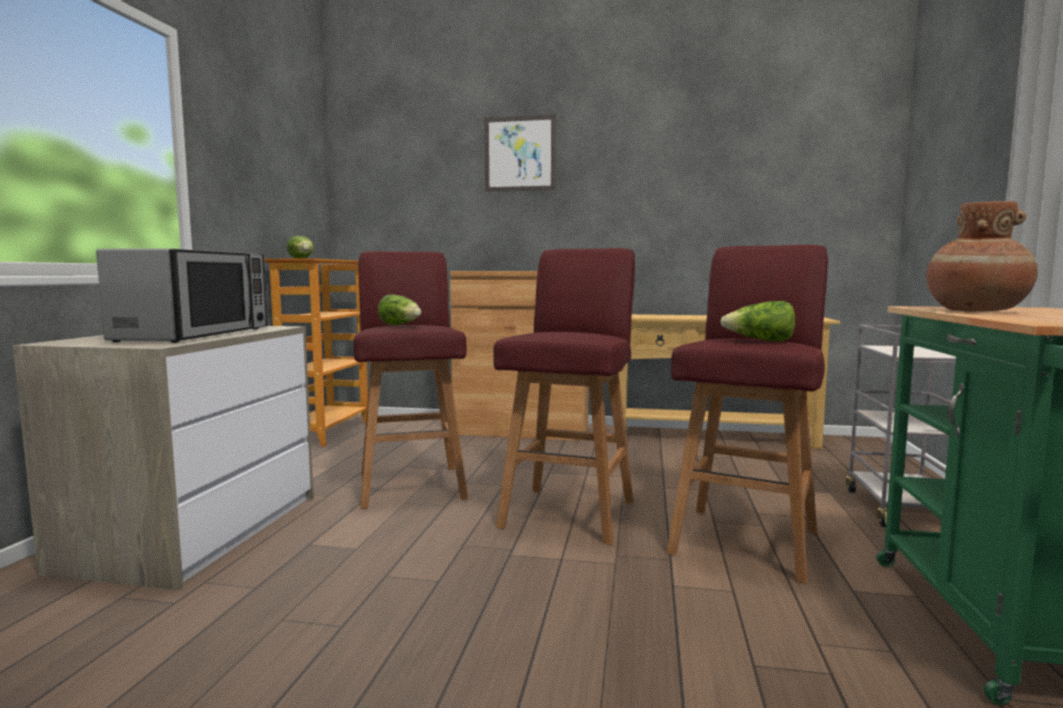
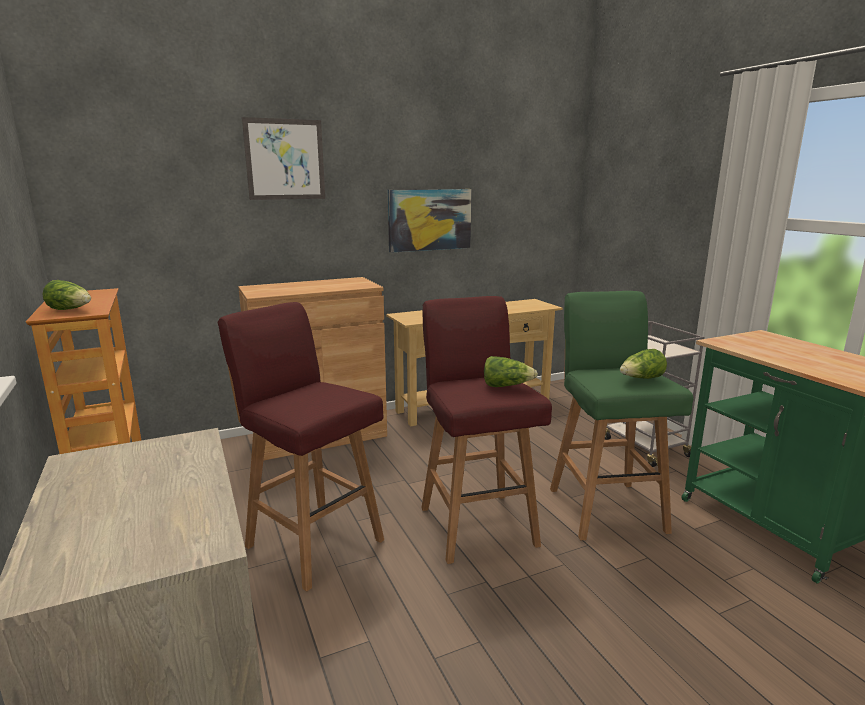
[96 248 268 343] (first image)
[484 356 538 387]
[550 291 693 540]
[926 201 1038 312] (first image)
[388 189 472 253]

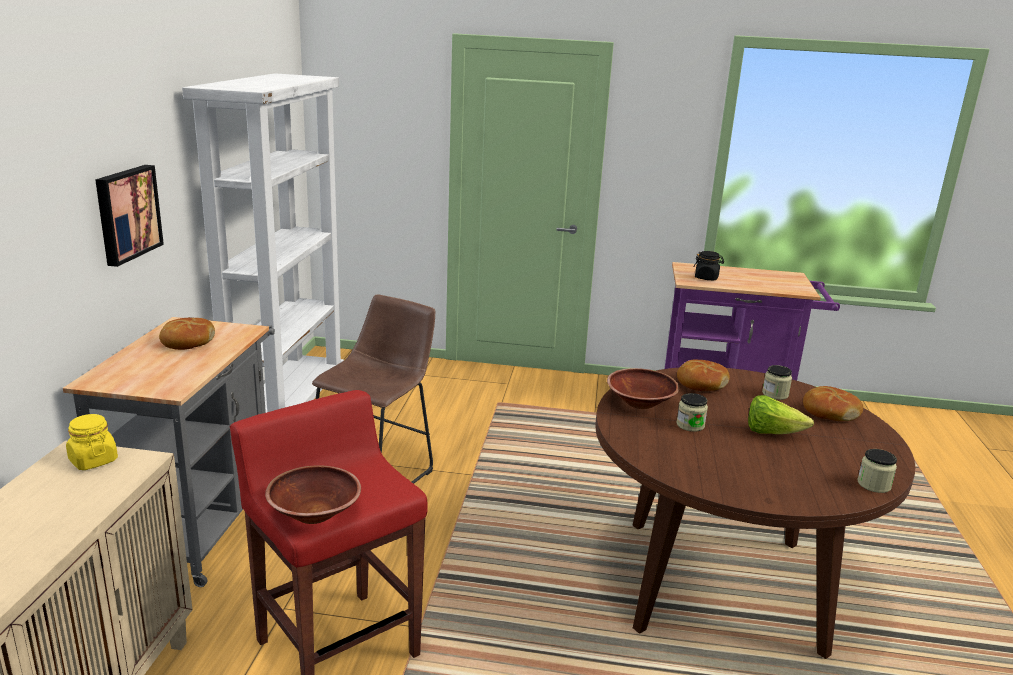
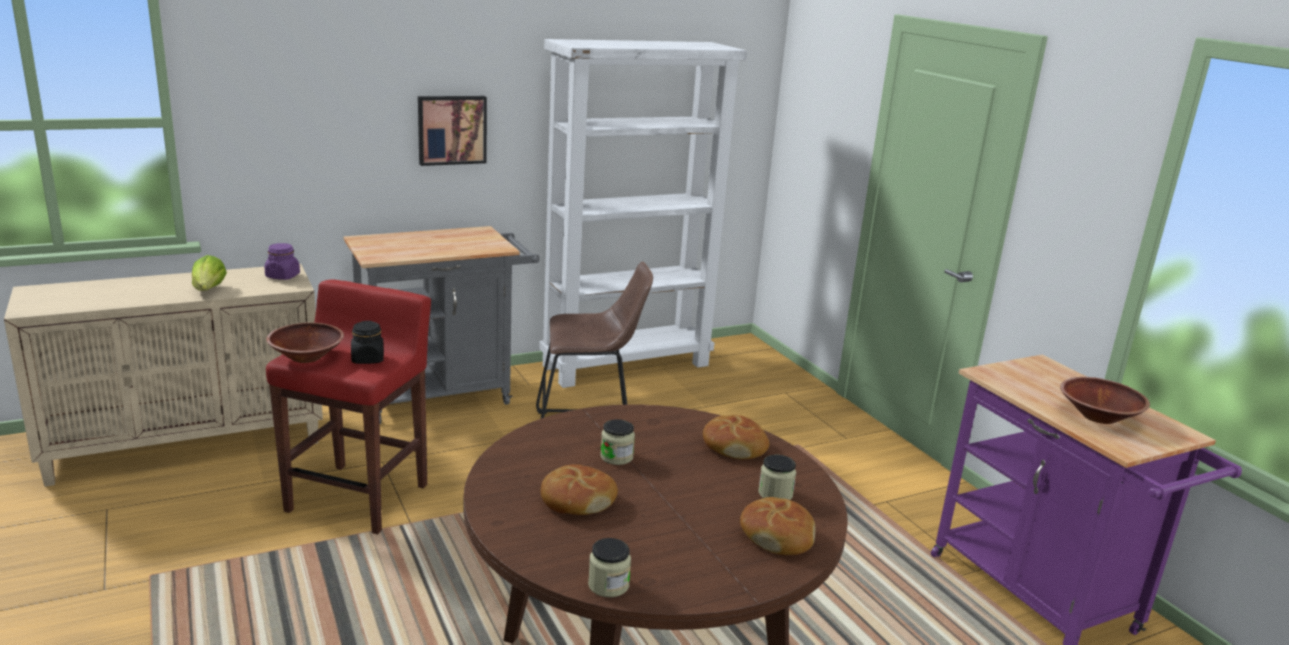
[264 243 300 280]
[541 464 618 515]
[1060 377 1150 424]
[351 321 384 364]
[192 255 227 291]

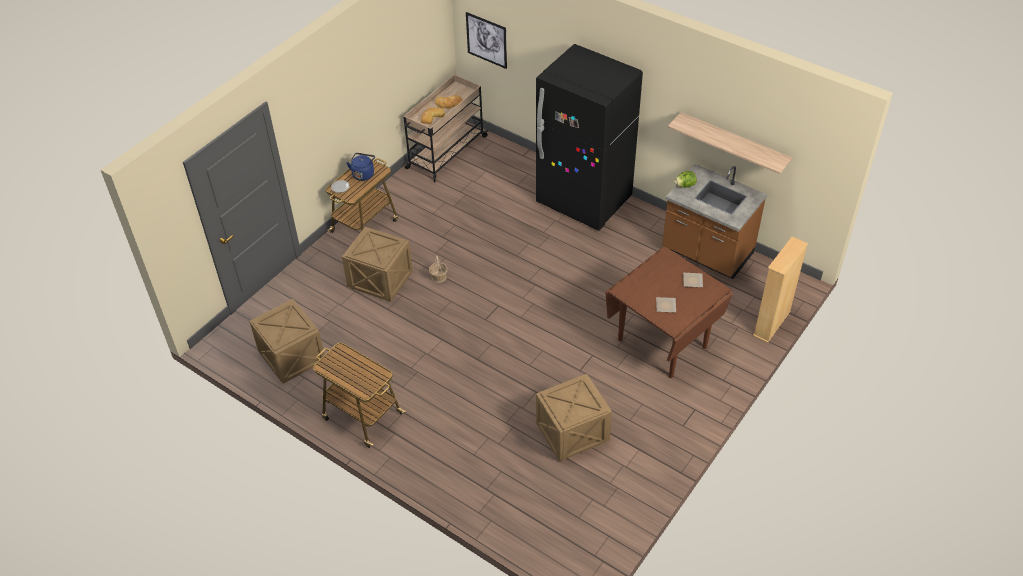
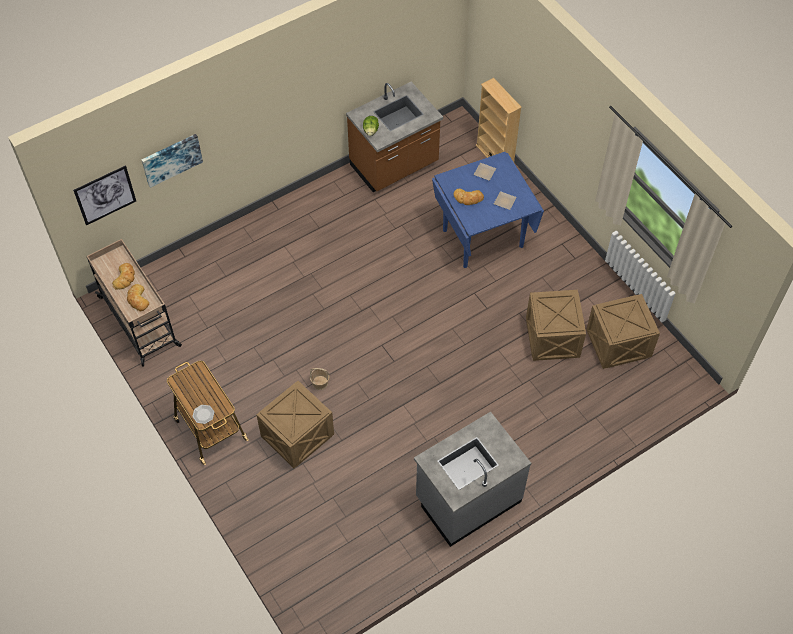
[586 294 660 369]
[414 412 531 547]
[346 153 375 181] (first image)
[536 44 643 231] (first image)
[432 152 544 268]
[668 112 792 174] (first image)
[141 134 203 188]
[454 189 484 205]

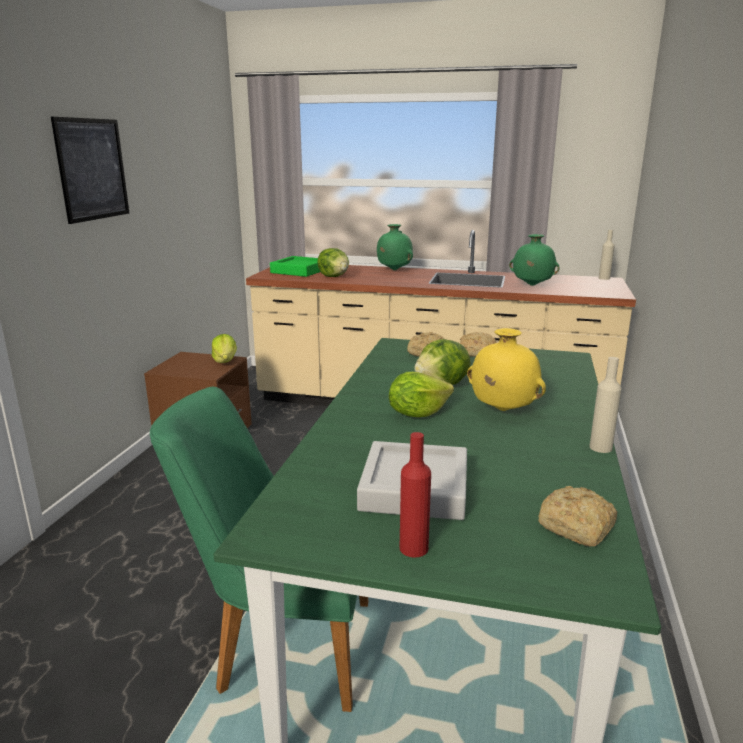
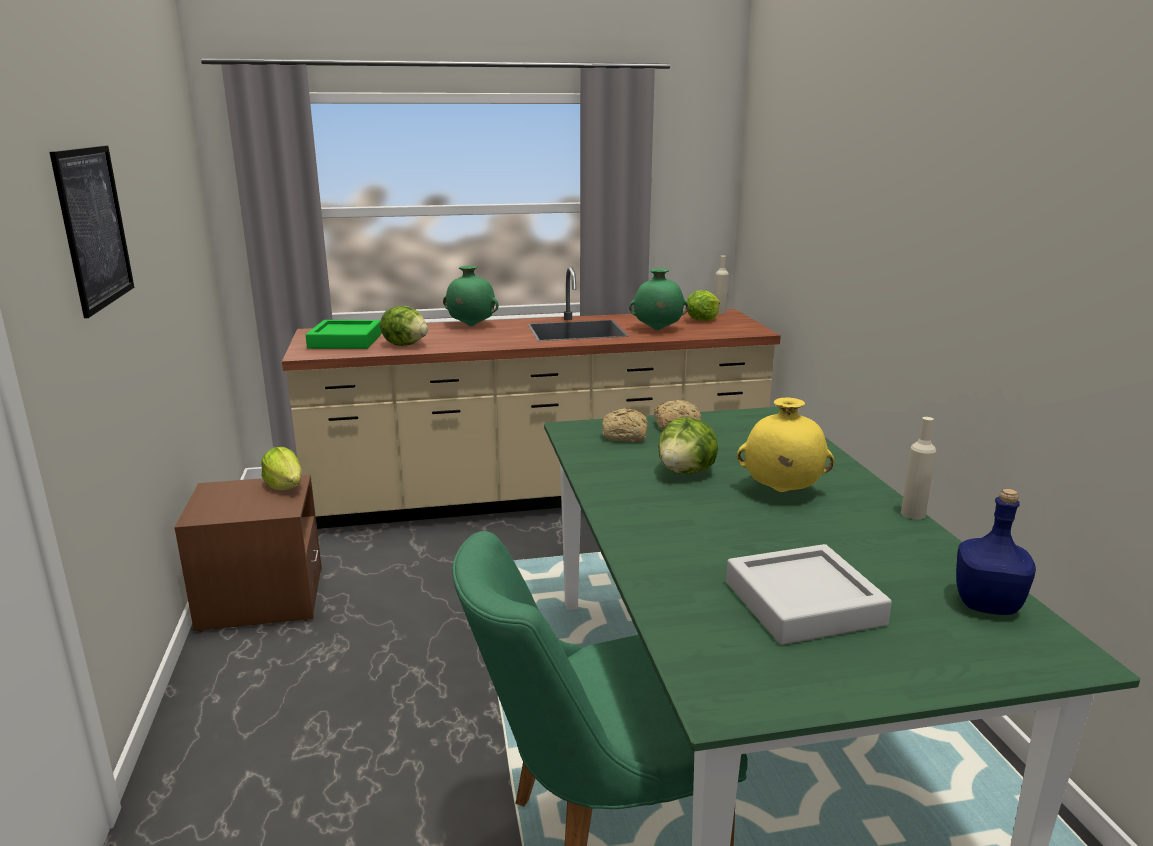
[687 290 720 321]
[400 432 431 557] (first image)
[956 489 1036 615]

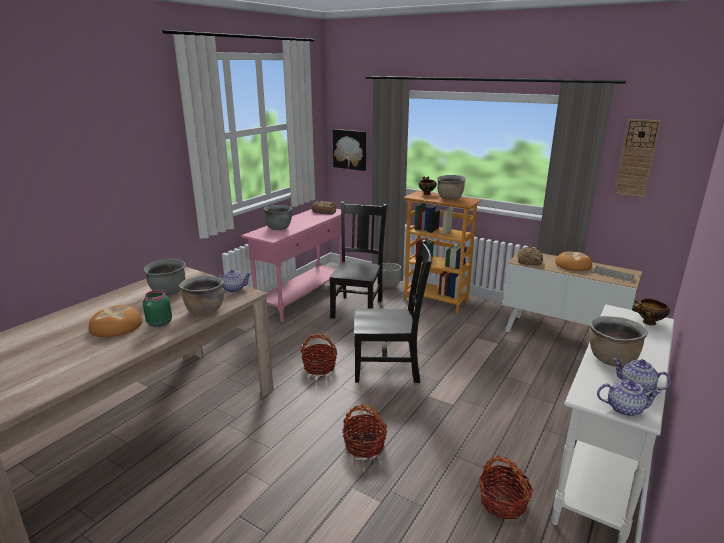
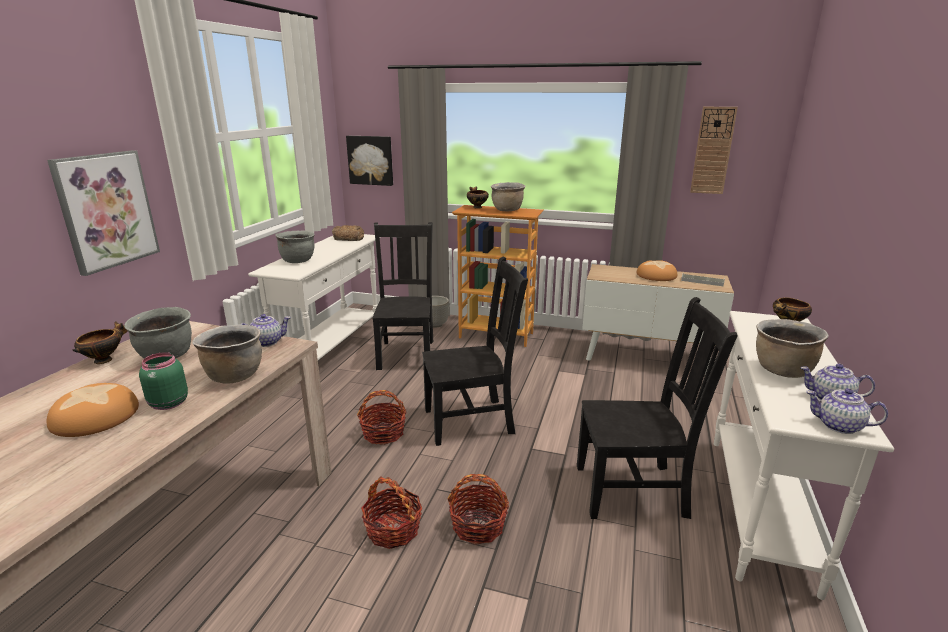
[248 234 381 360]
[361 476 423 549]
[517 246 543 266] (first image)
[806 388 888 434]
[47 150 160 276]
[73 321 127 364]
[577 297 738 519]

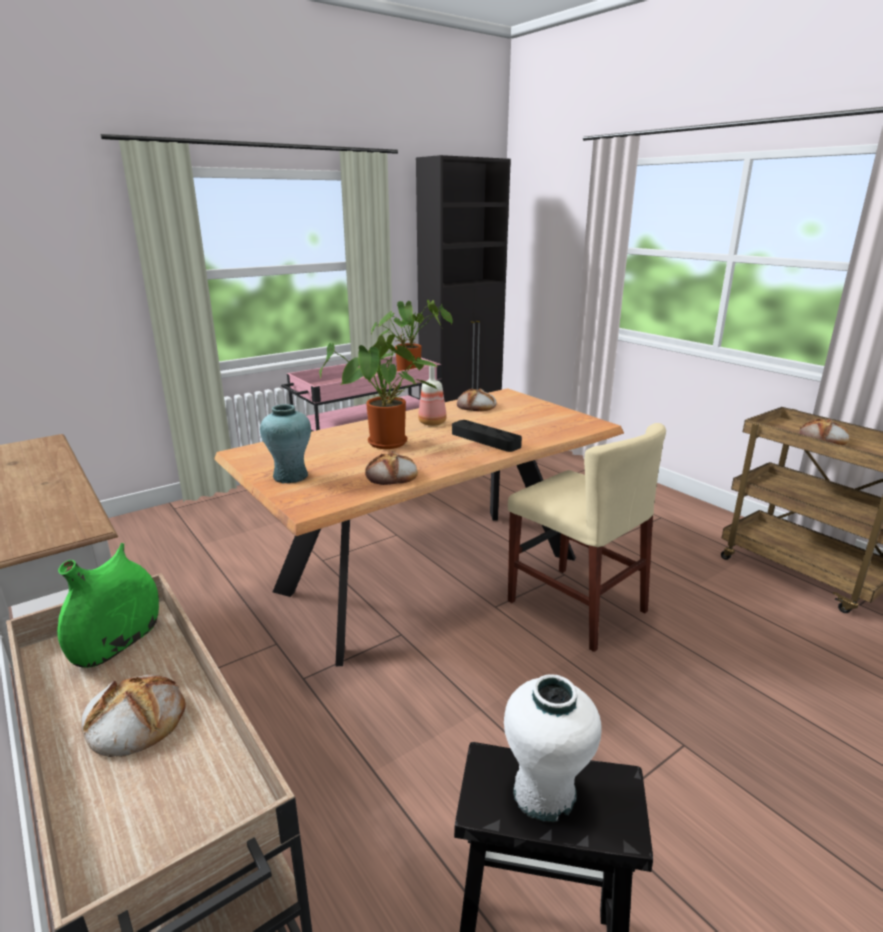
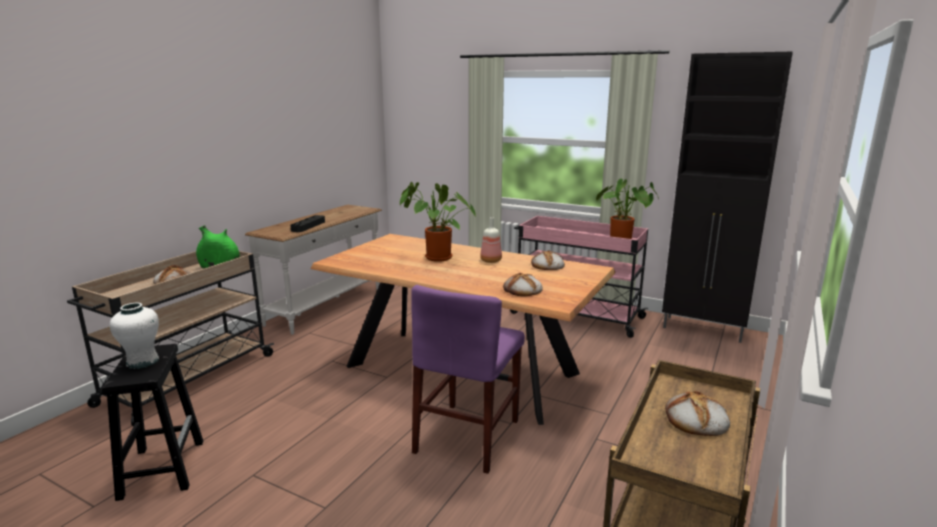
[260 404 311 483] (first image)
[503 273 543 296]
[290 215 325 232]
[411 285 525 474]

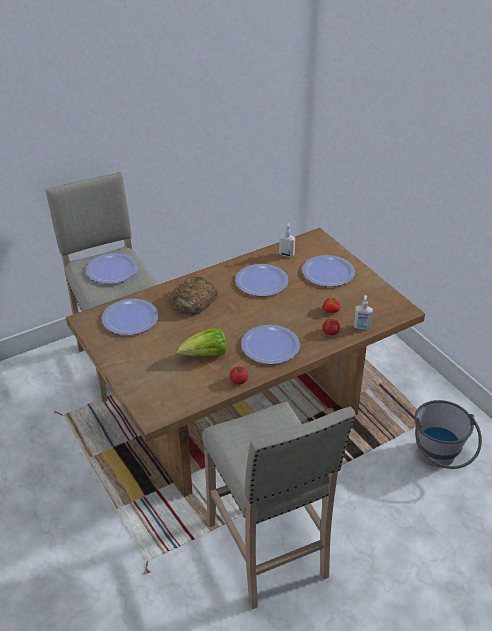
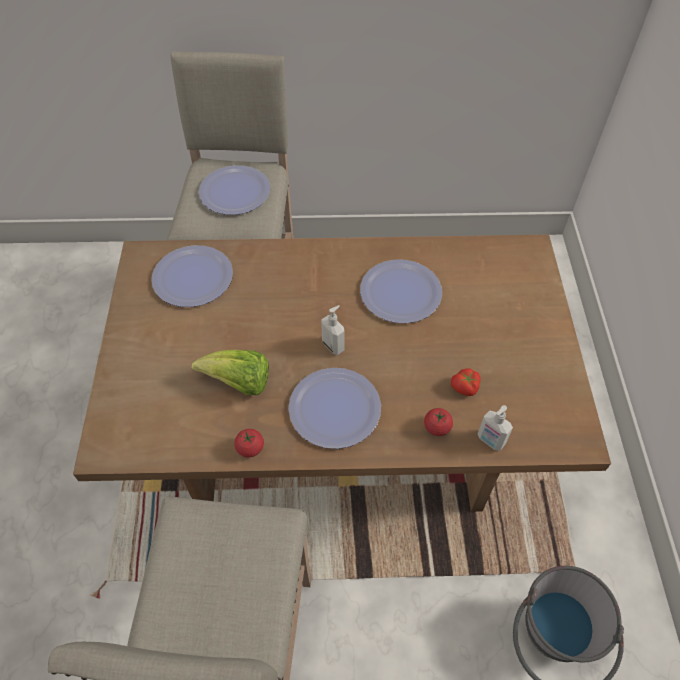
[169 277 218 315] (first image)
[321 305 345 355]
[302 255 355 287] (first image)

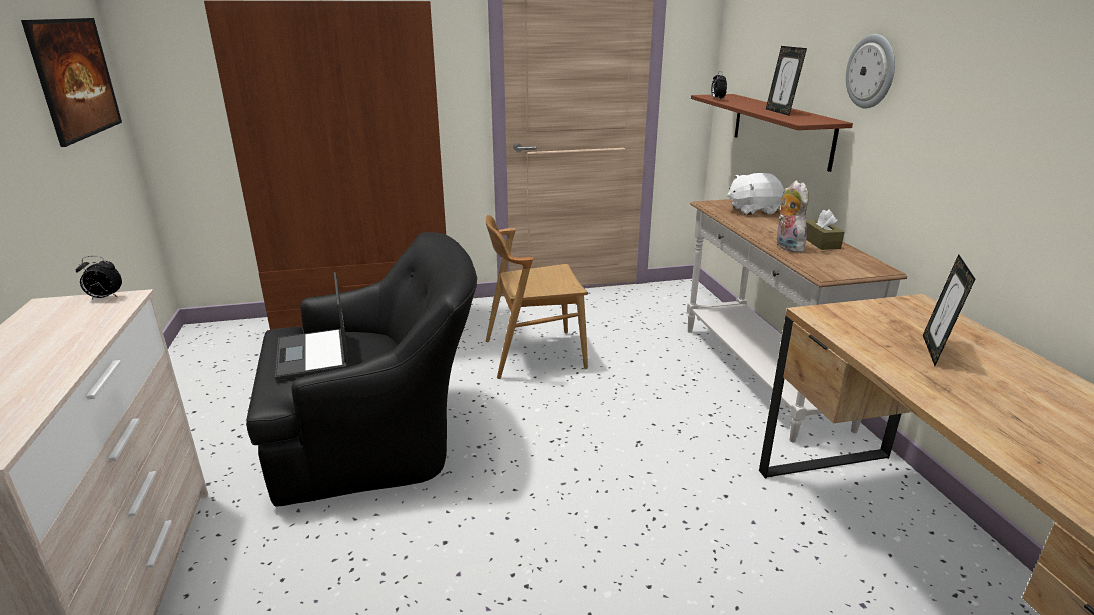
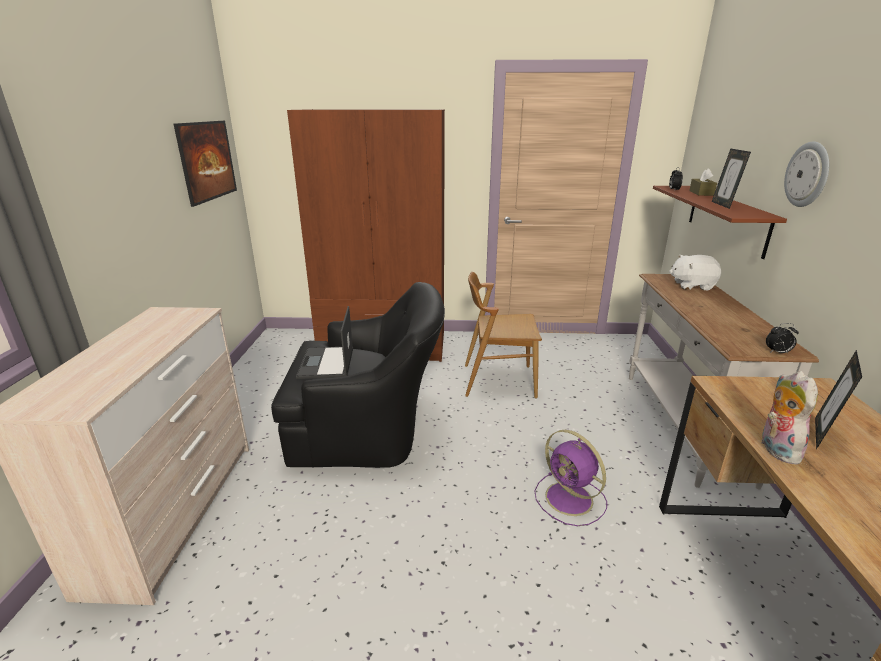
[766 323 799 353]
[760 371 818 465]
[689 168 717 196]
[534 430 607 526]

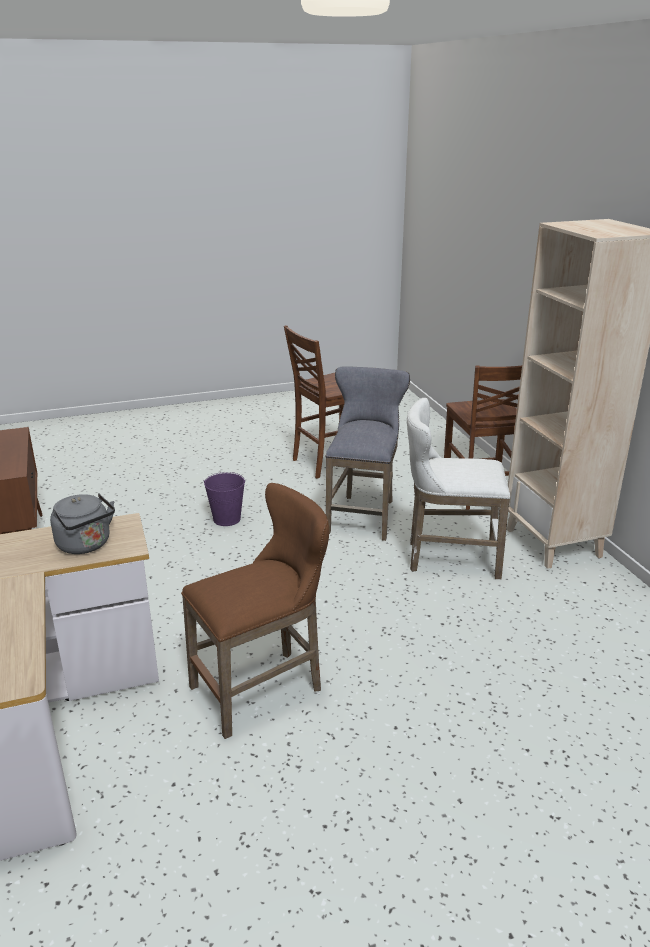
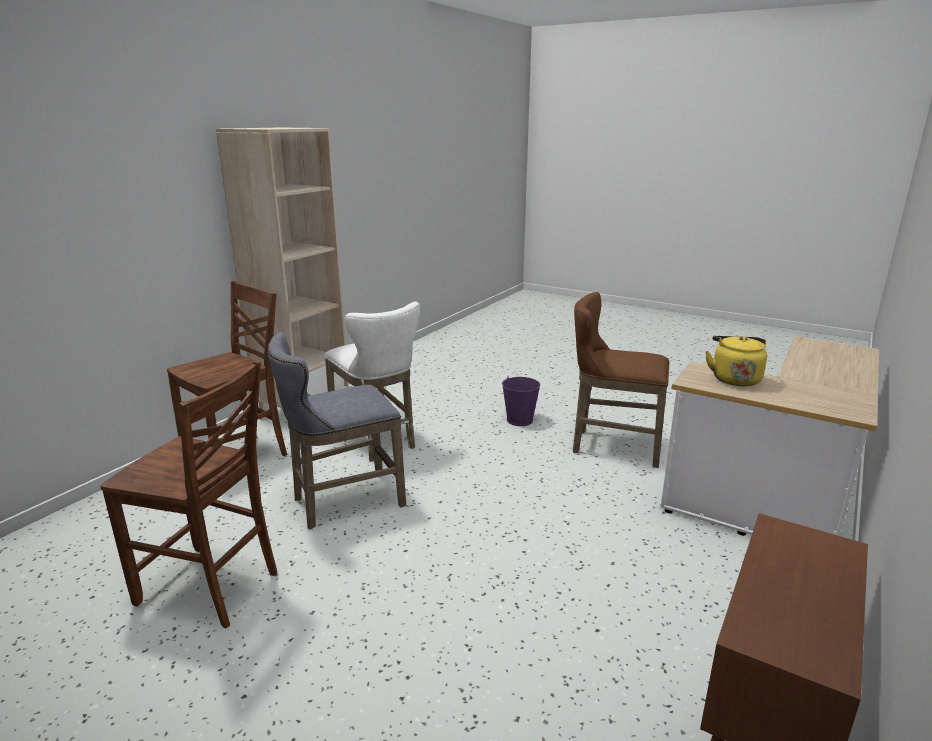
[705 336 767 386]
[502 377 540 426]

